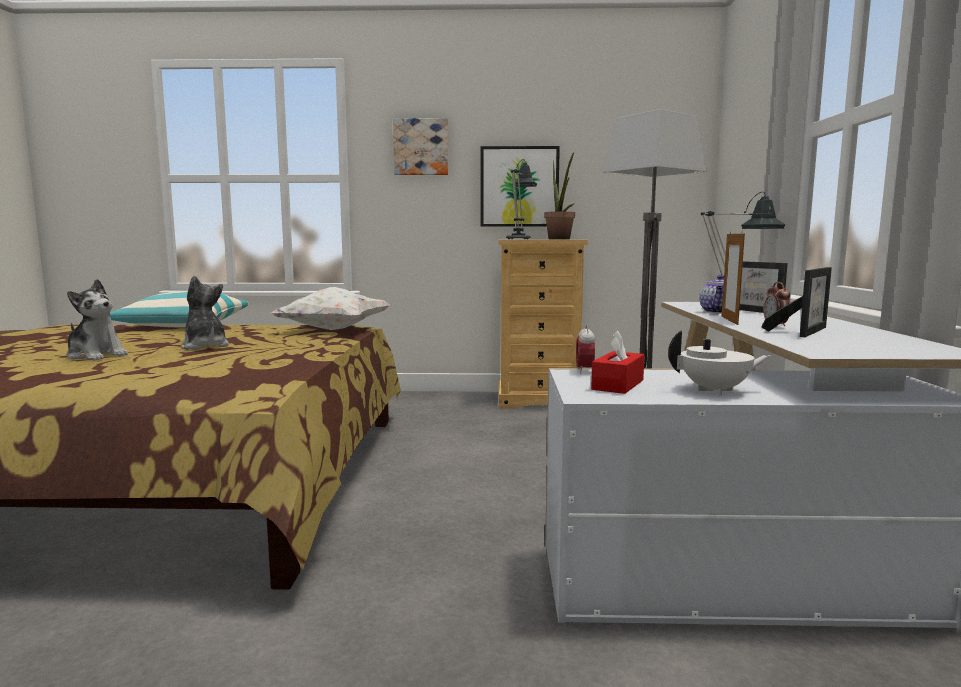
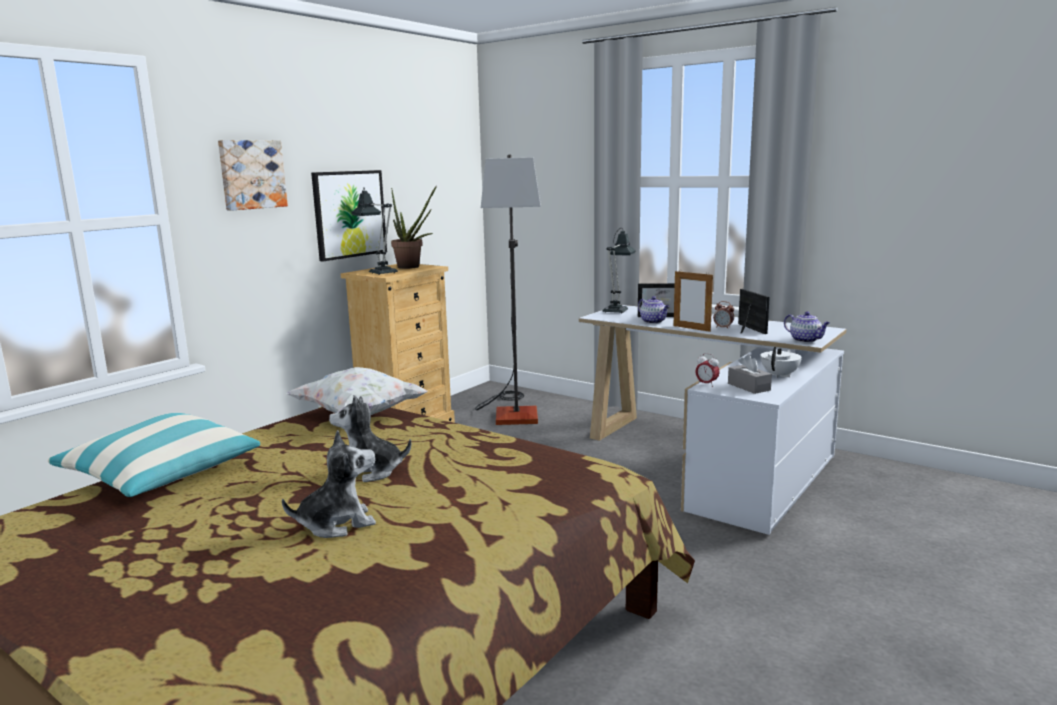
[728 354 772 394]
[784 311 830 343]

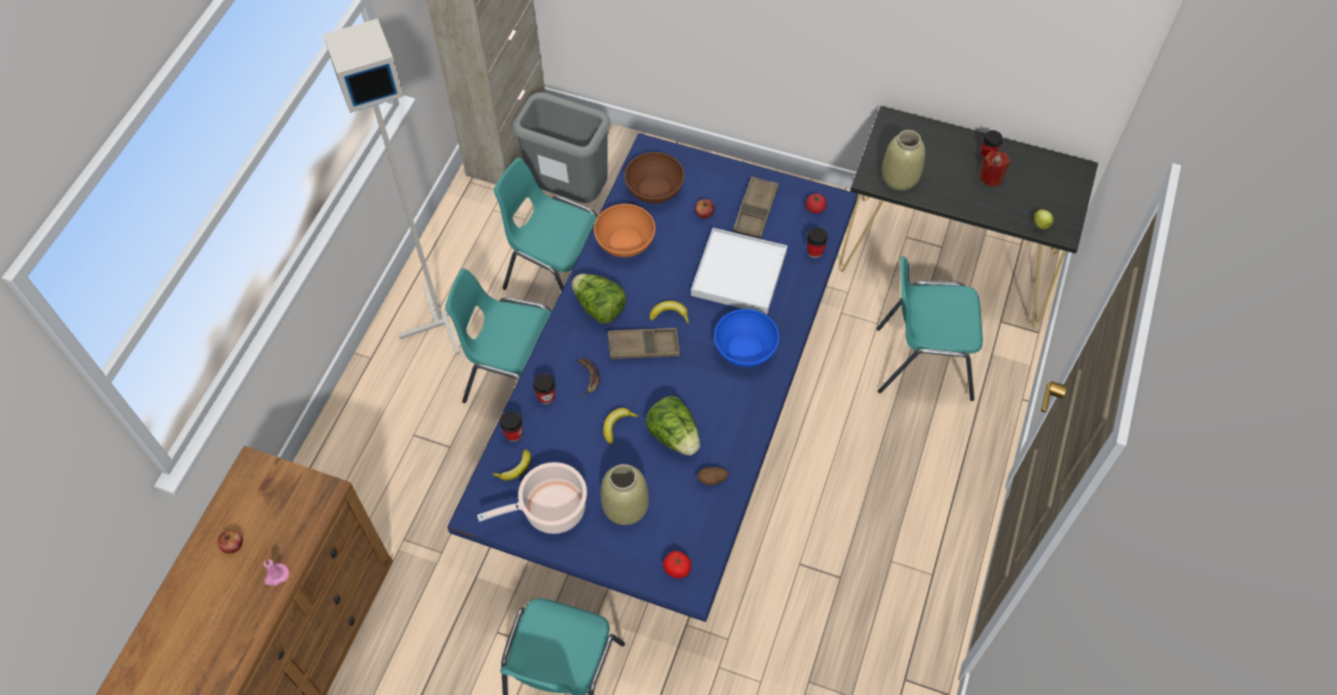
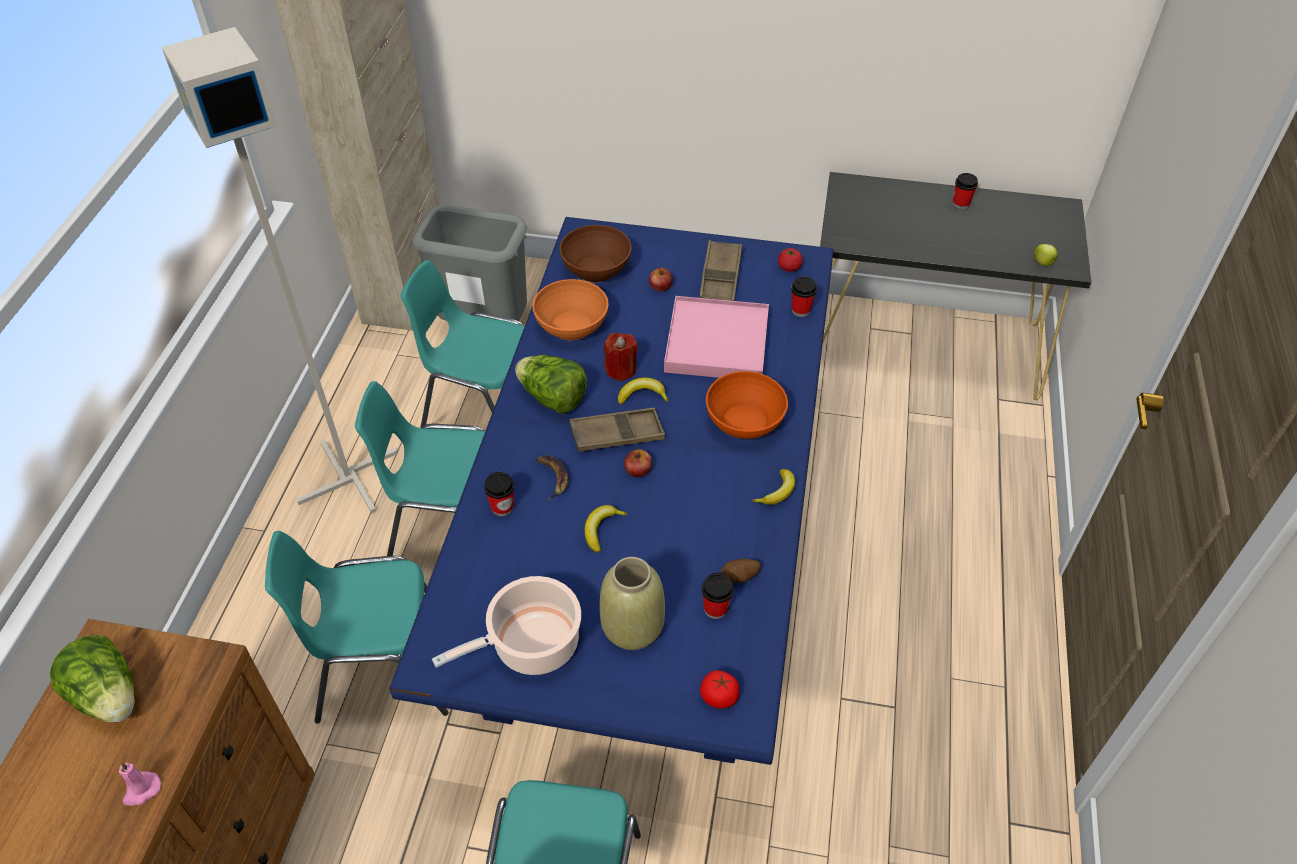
[624 449 652 477]
[752 469 795 505]
[702 573 734 619]
[50 635 135 722]
[664 296 769 378]
[706 371 788 439]
[265 531 449 723]
[882 130 925 191] (first image)
[604 333 638 381]

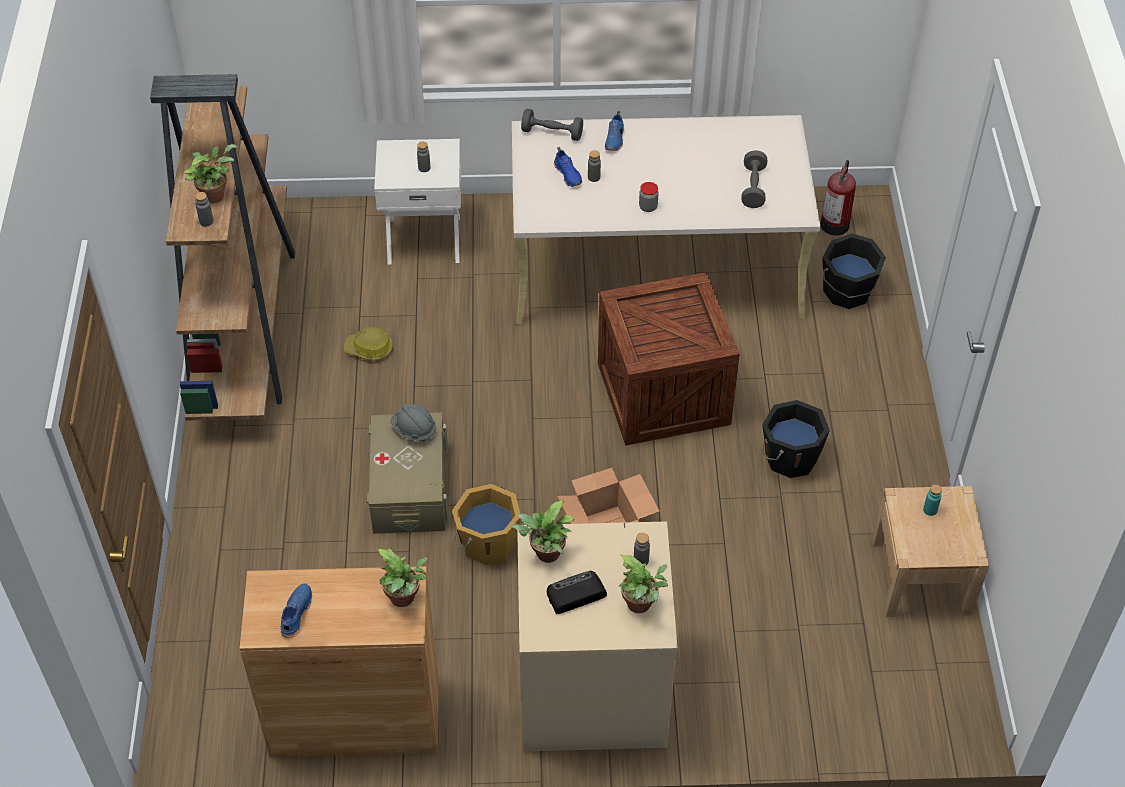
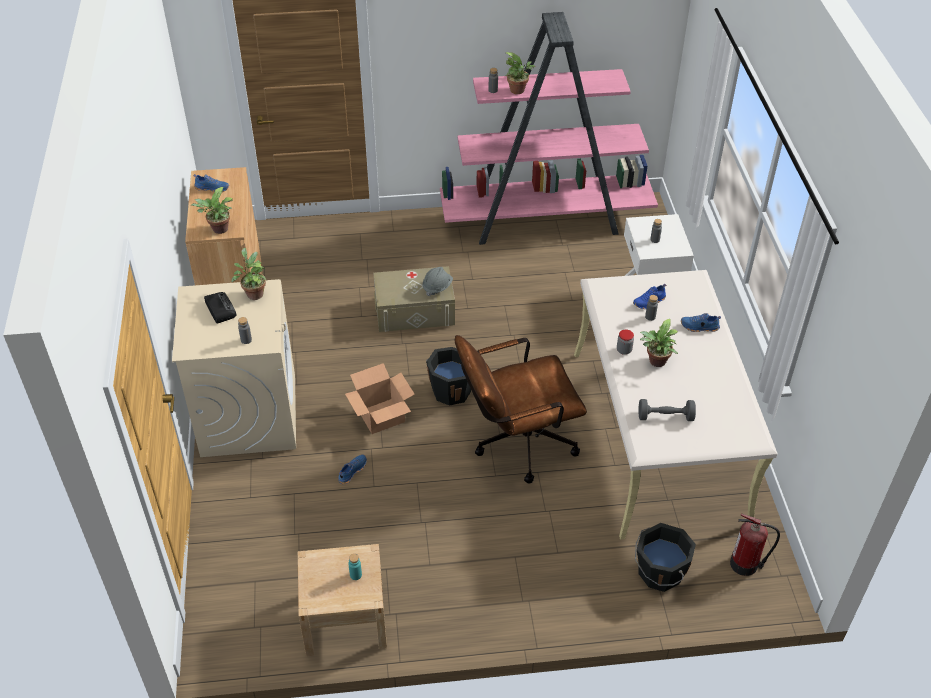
[440 12 658 245]
[344 327 393 361] (first image)
[452 484 520 565] (first image)
[521 109 583 141] (first image)
[455 335 587 483]
[640 319 678 367]
[426 347 471 406]
[338 455 367 484]

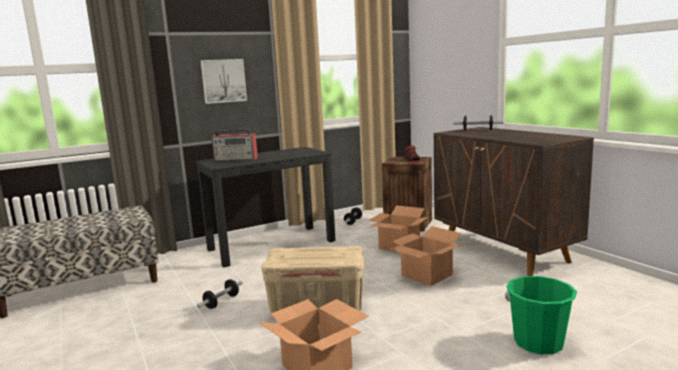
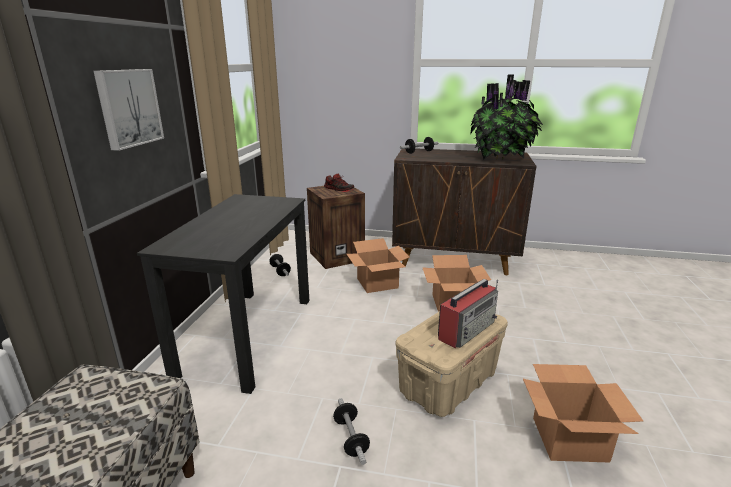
[438 279 498 348]
[504 276 577 354] (first image)
[470 74 543 160]

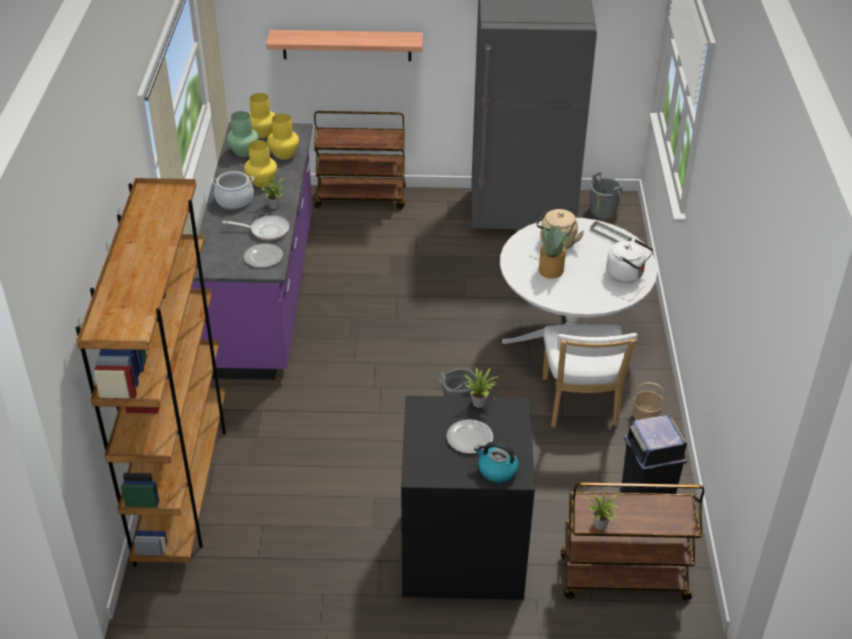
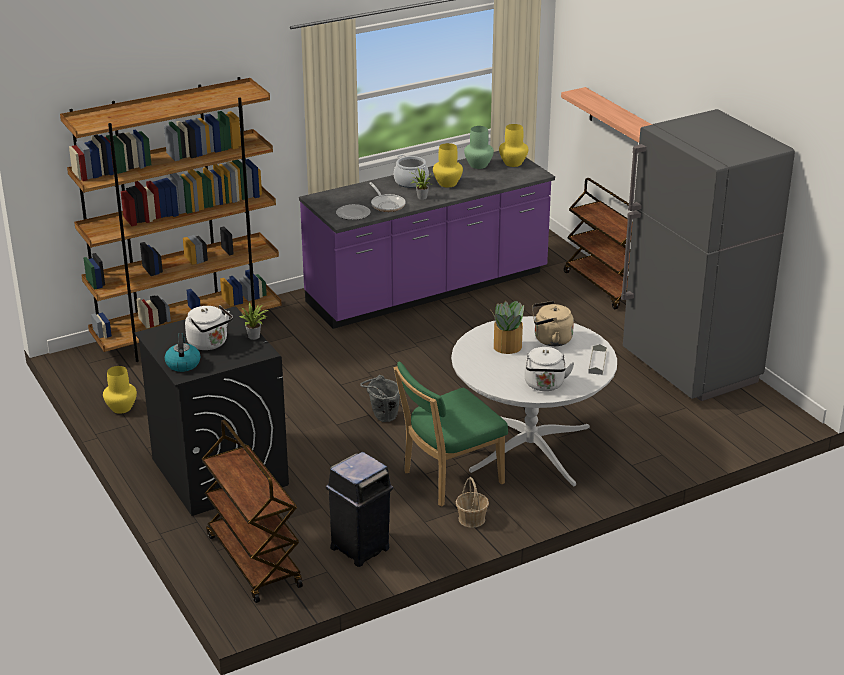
[103 366 137 414]
[185 305 233 350]
[394 362 508 506]
[584 492 618 530] (first image)
[590 171 623 219] (first image)

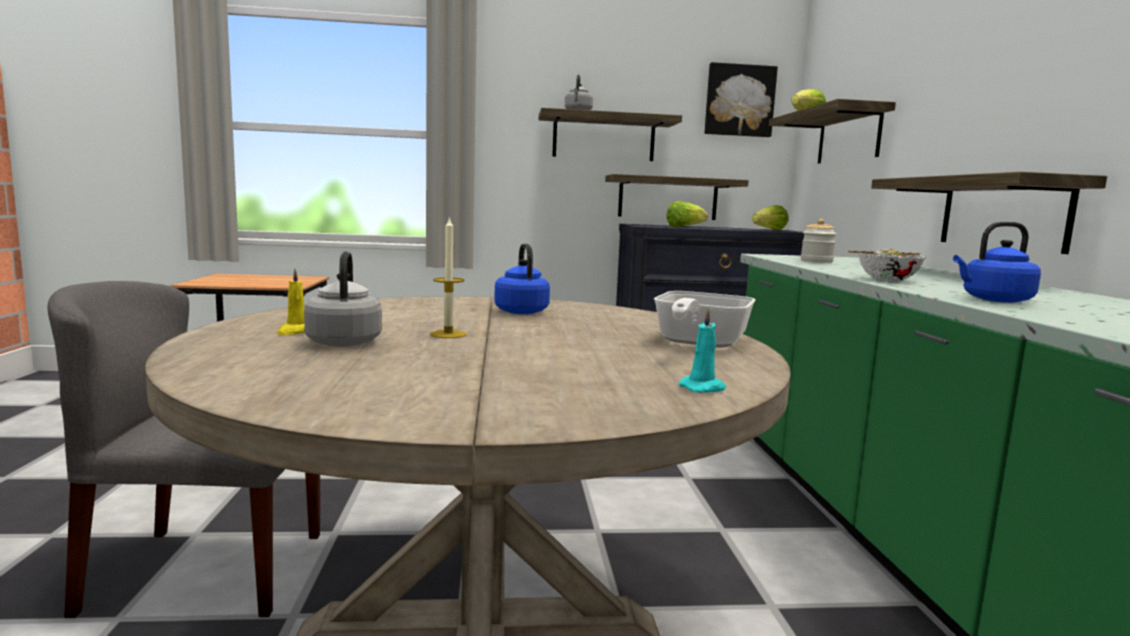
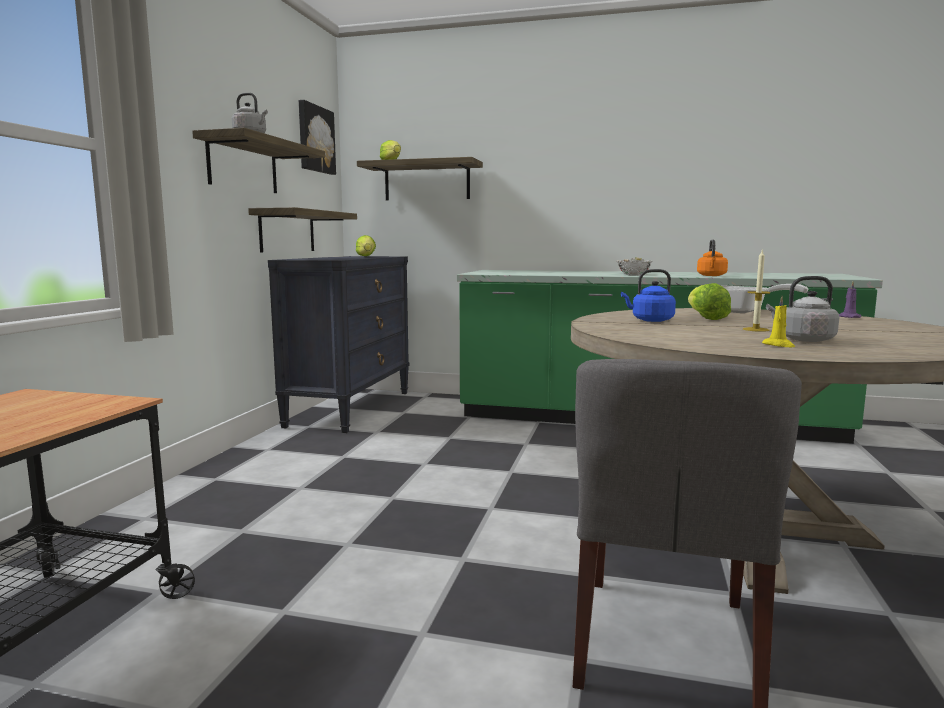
[688 283 731 320]
[839 281 862 318]
[801 219 837 263] (first image)
[871 172 1107 254] (first image)
[697 239 728 276]

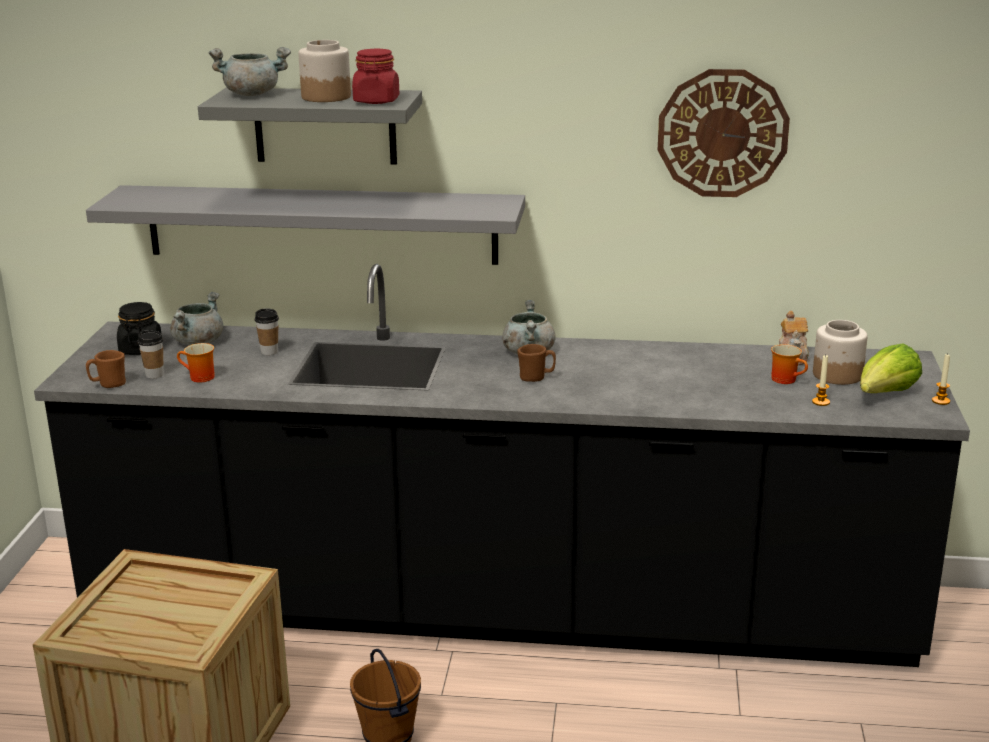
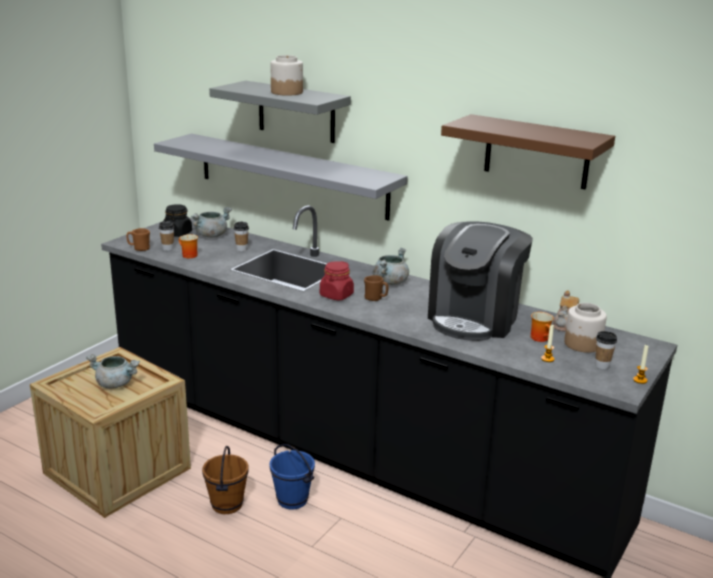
[86 354 140 389]
[320 261 354 301]
[441 114 615 189]
[595 331 617 369]
[270 444 315 510]
[428 222 533 341]

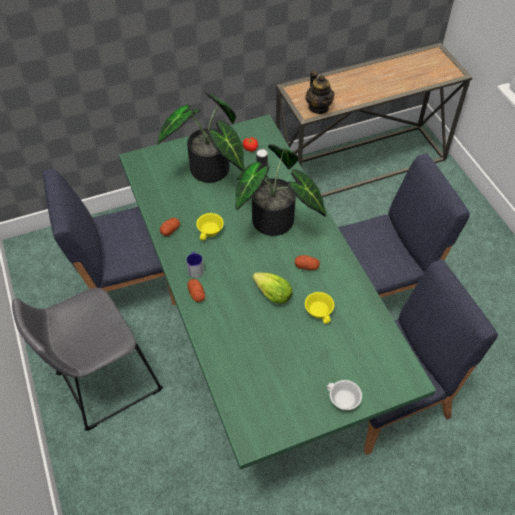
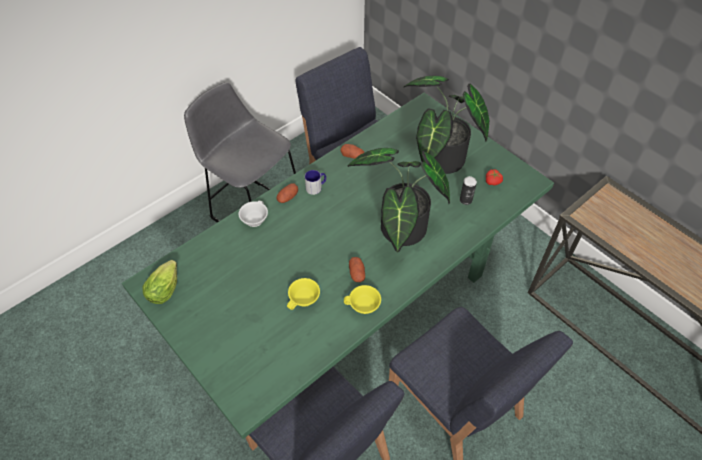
[344 285 381 314]
[142 260 177 304]
[305 71 334 114] (first image)
[238 201 268 227]

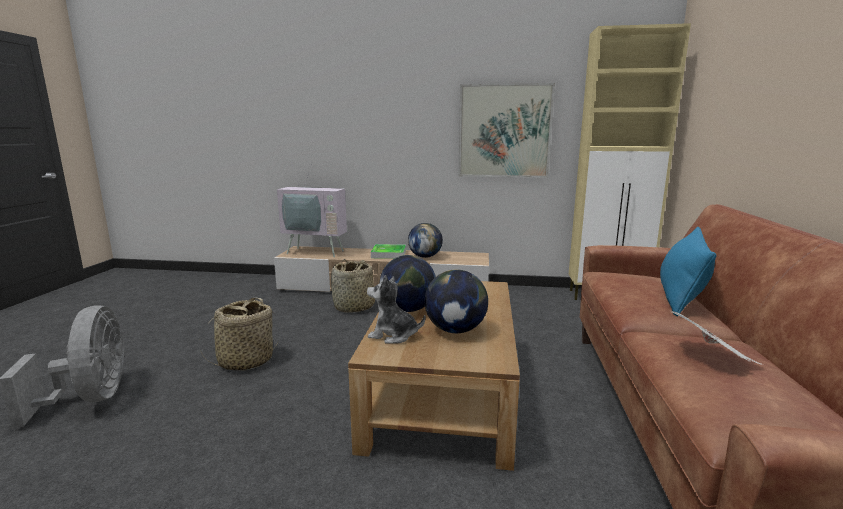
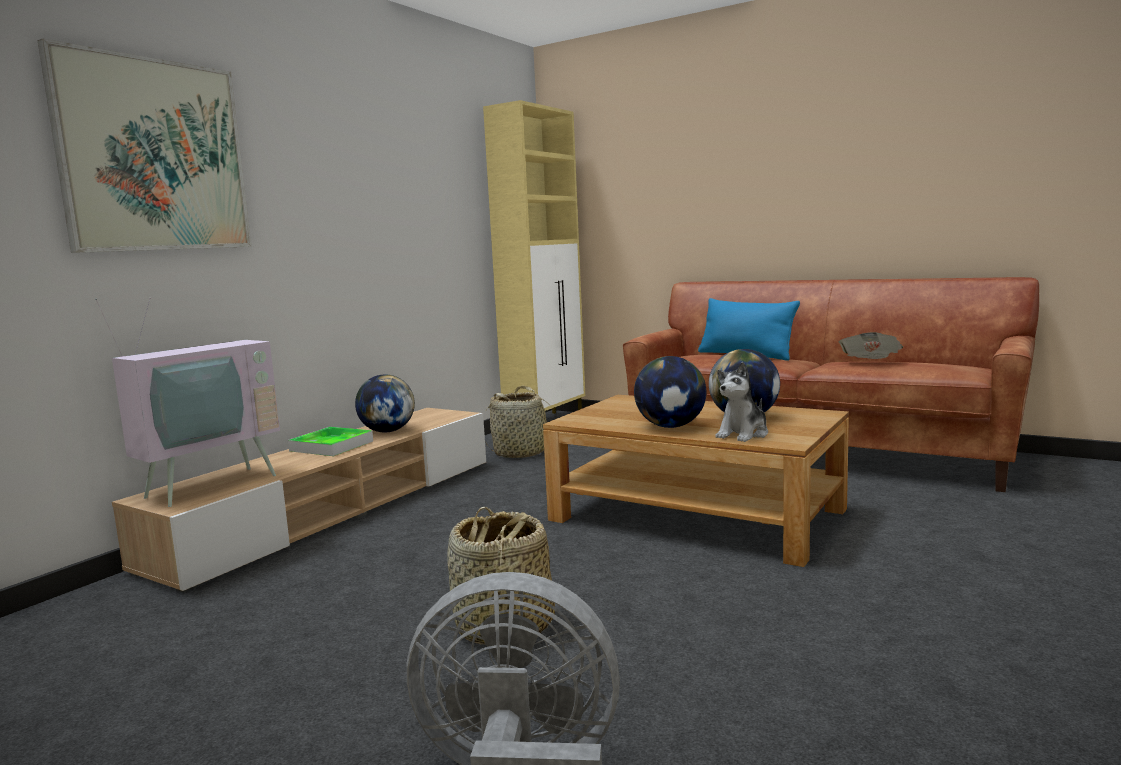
[486 386 551 458]
[38 39 251 253]

